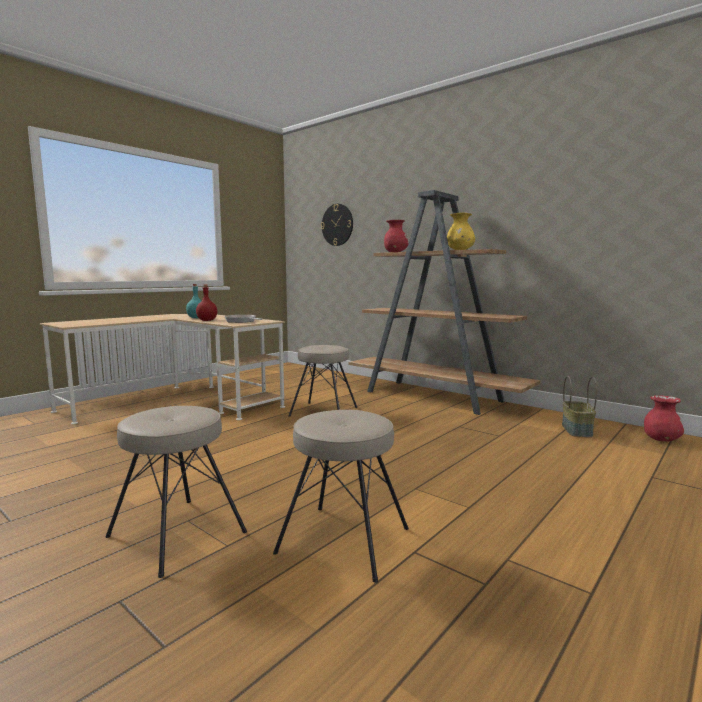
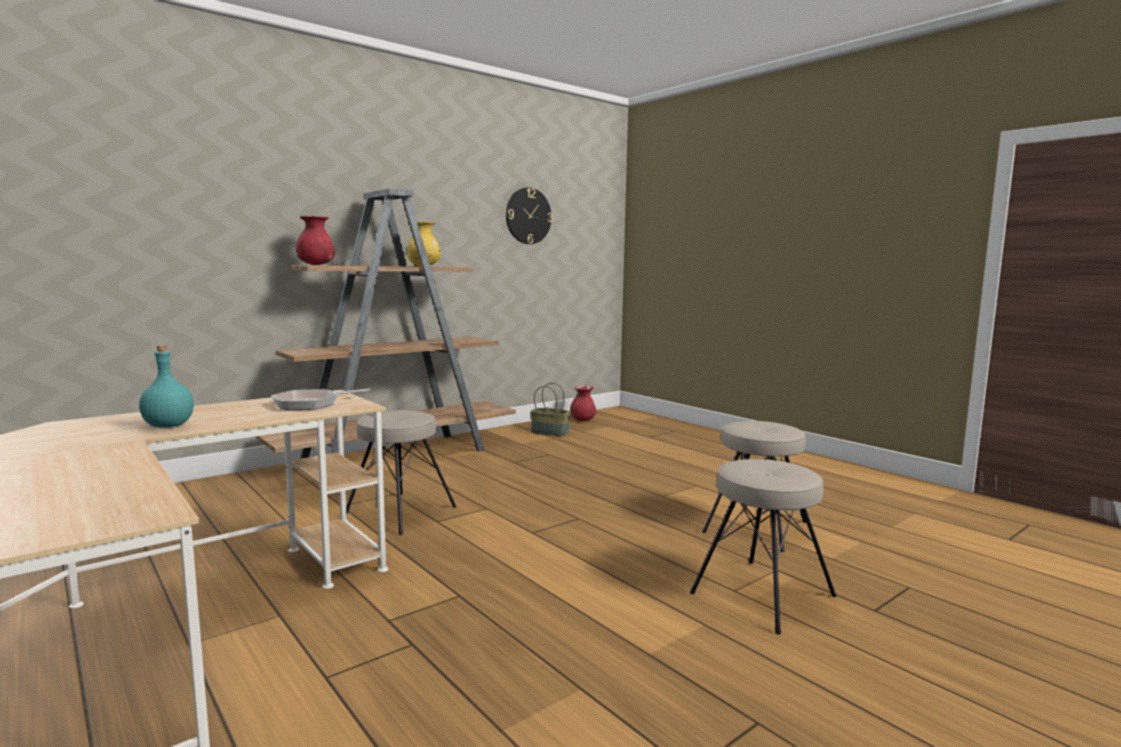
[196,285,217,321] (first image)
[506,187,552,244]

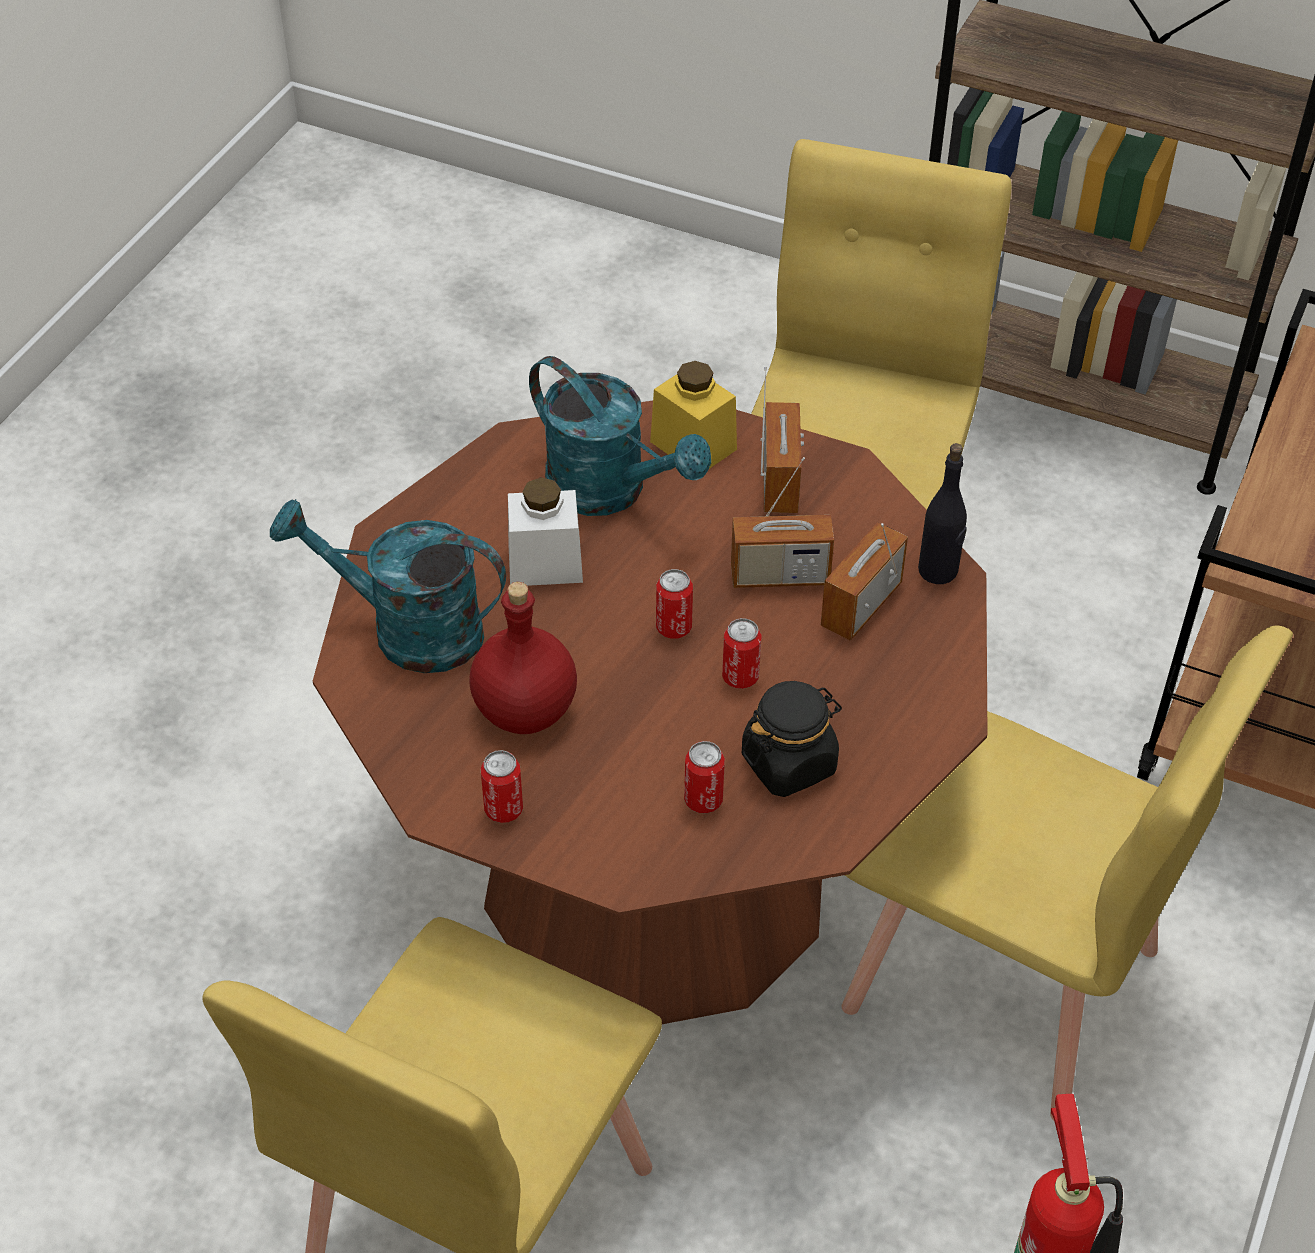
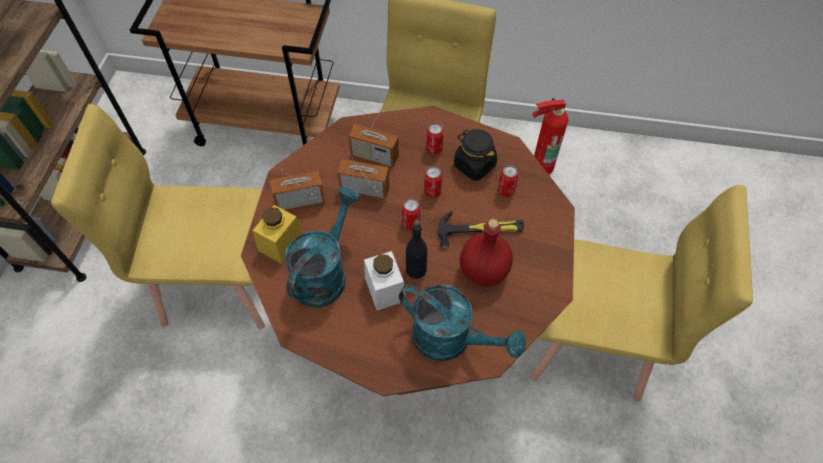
[399,284,526,361]
[426,123,444,155]
[338,153,390,199]
[406,220,427,279]
[438,211,524,249]

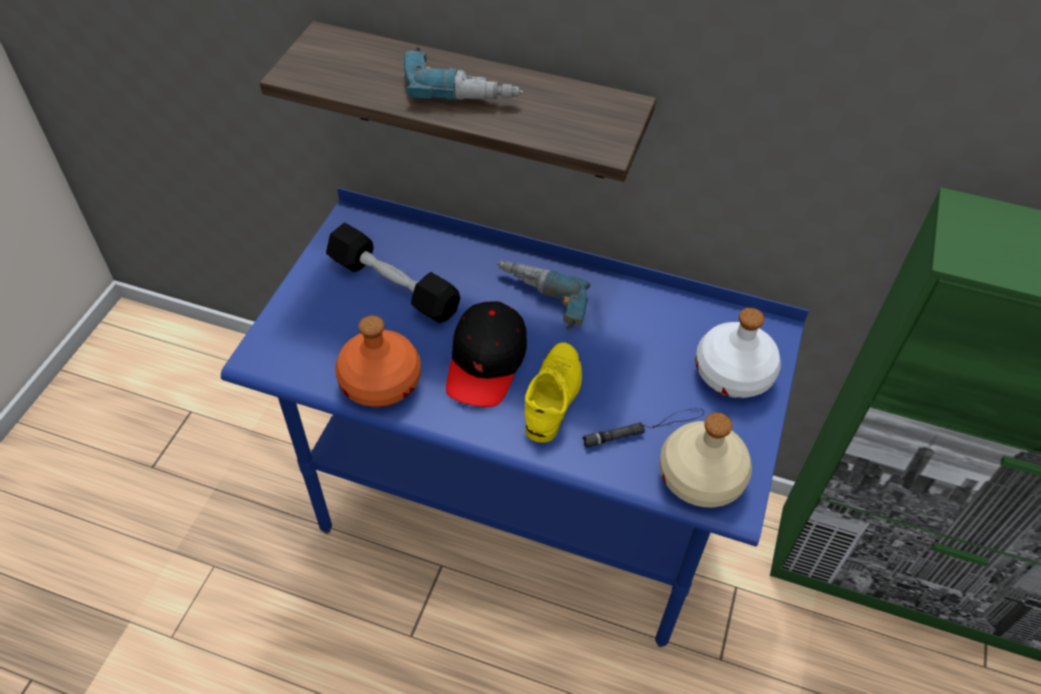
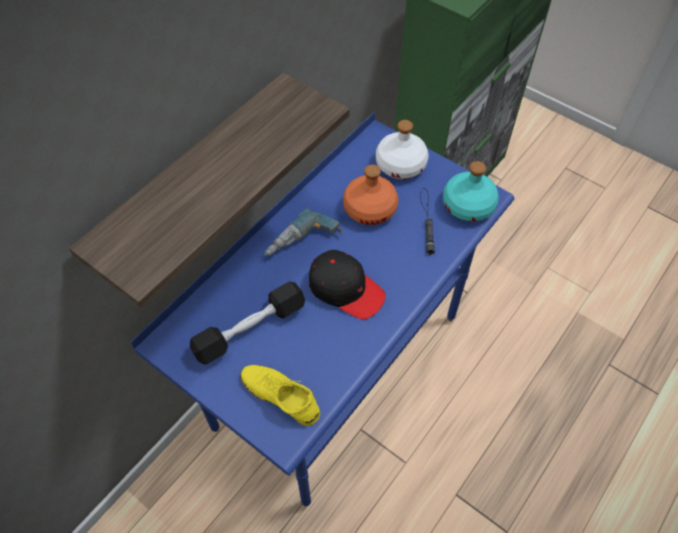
[343,164,398,225]
[404,47,523,101] (first image)
[240,365,320,426]
[443,161,499,222]

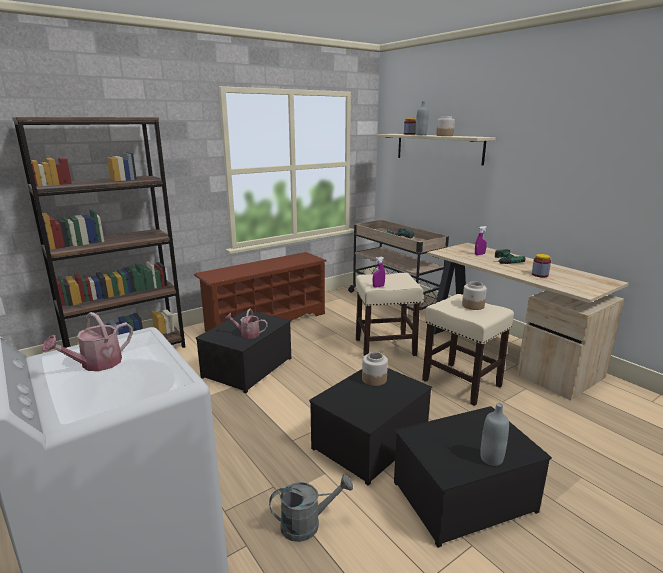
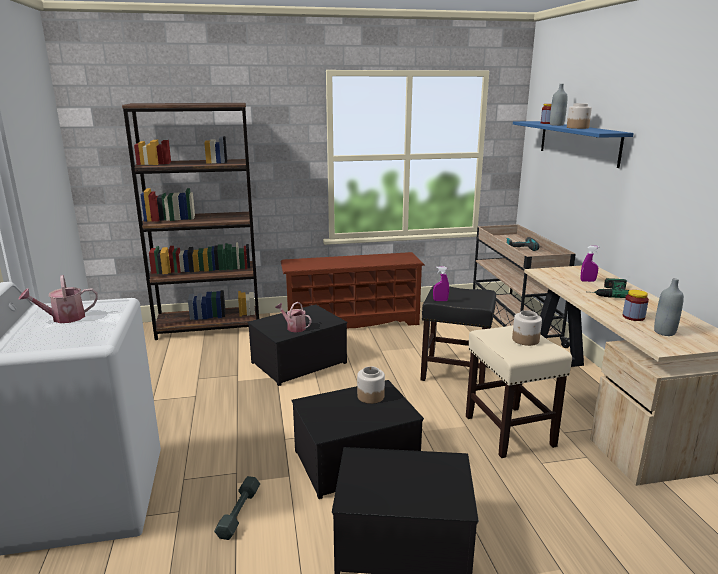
[214,476,260,540]
[421,286,496,390]
[513,121,634,168]
[654,278,684,336]

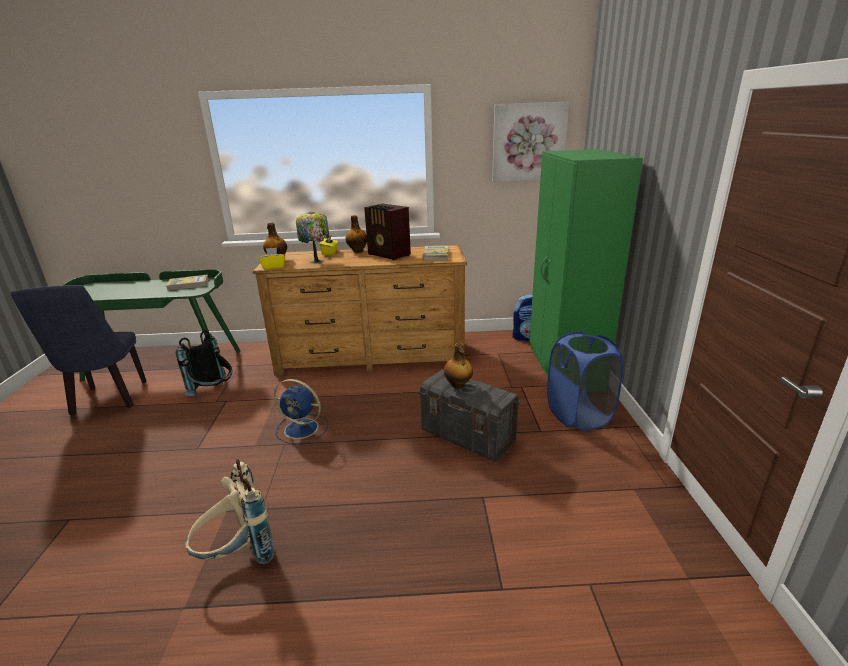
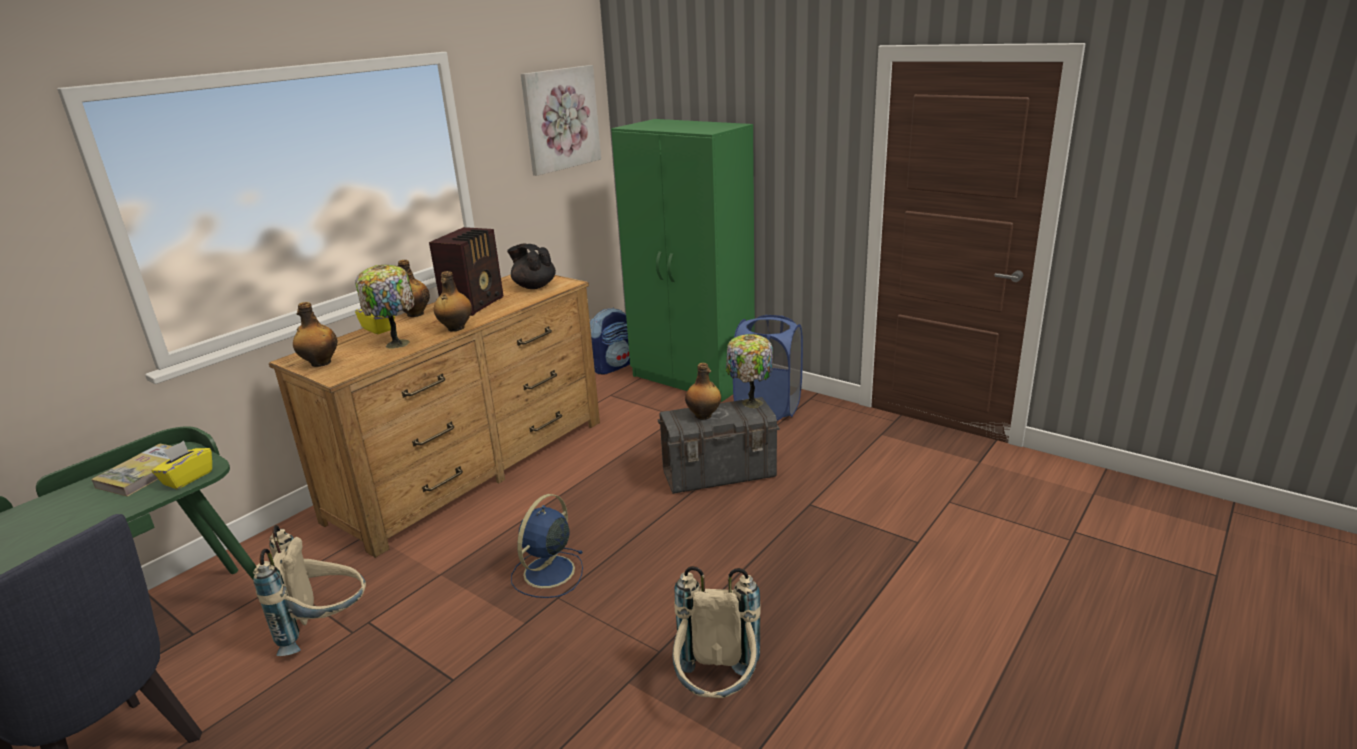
[253,525,366,656]
[151,441,212,489]
[511,494,583,598]
[429,227,503,316]
[507,243,556,289]
[434,271,472,332]
[726,334,773,408]

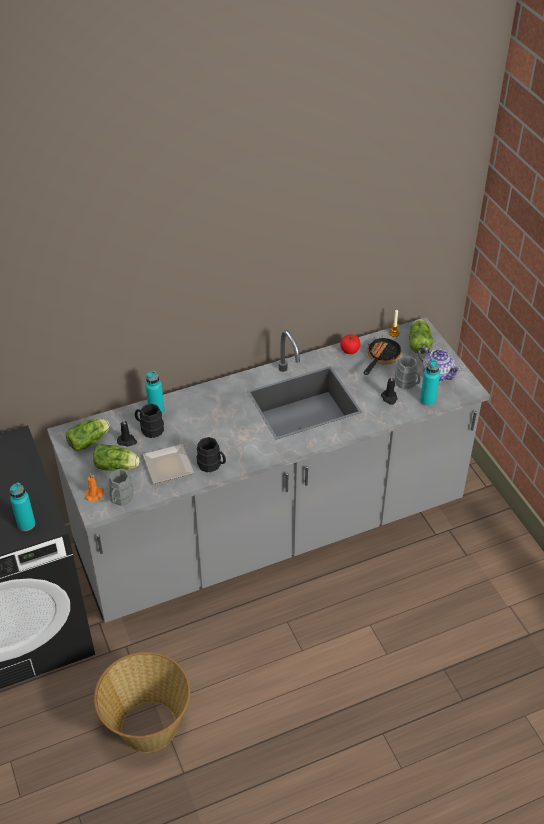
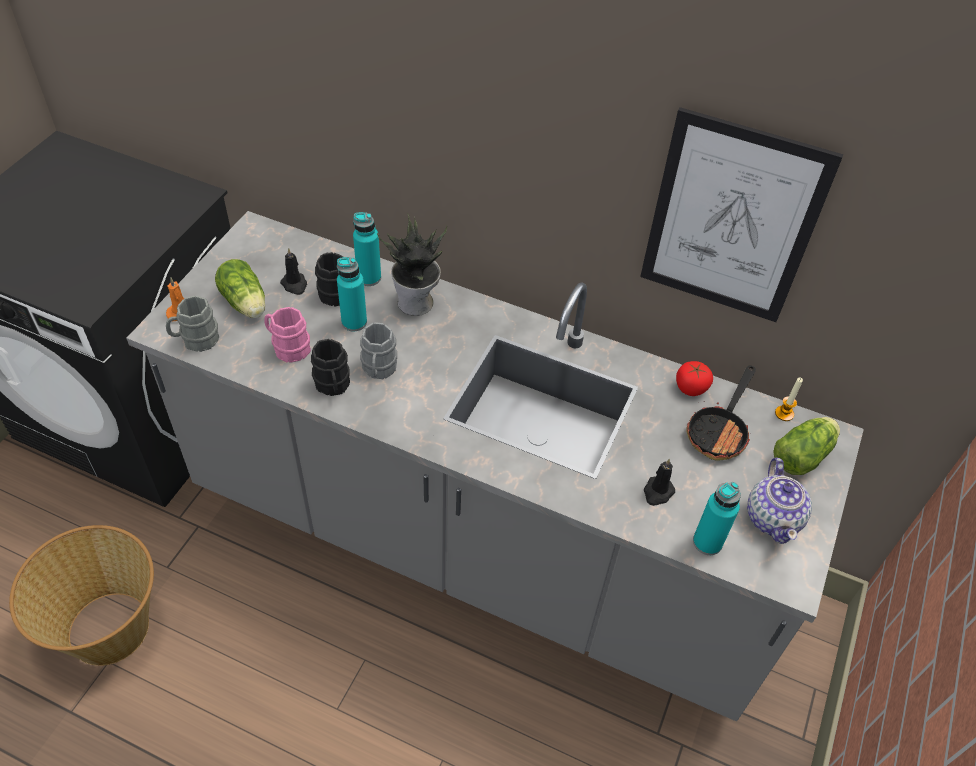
[337,257,367,332]
[66,419,110,451] (first image)
[264,307,311,363]
[686,365,756,461]
[360,322,397,379]
[377,214,447,316]
[640,107,843,322]

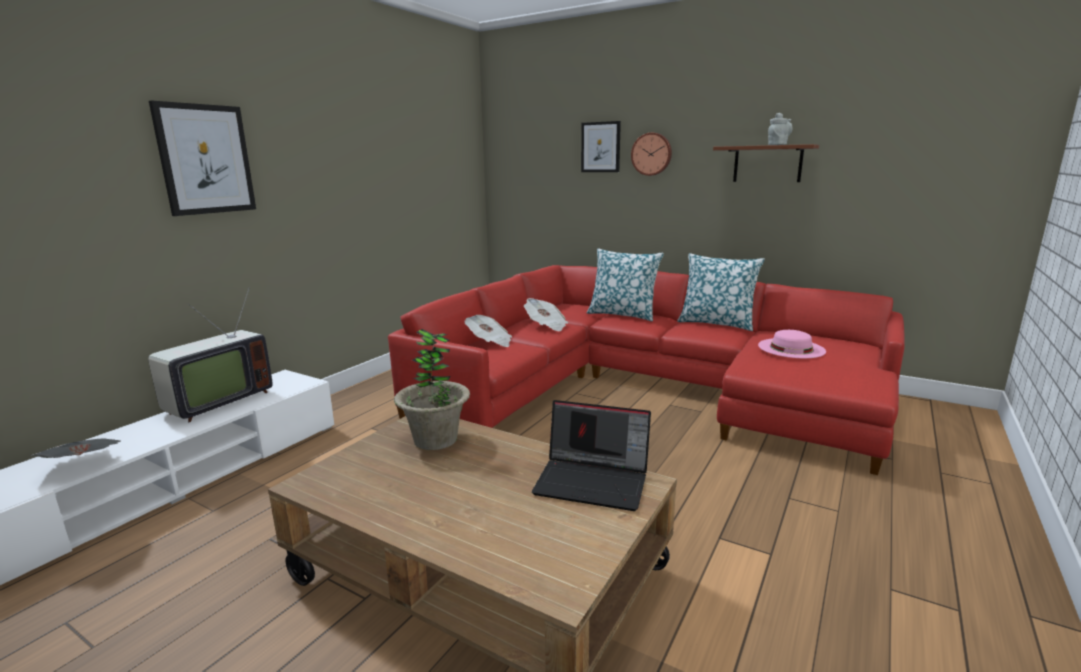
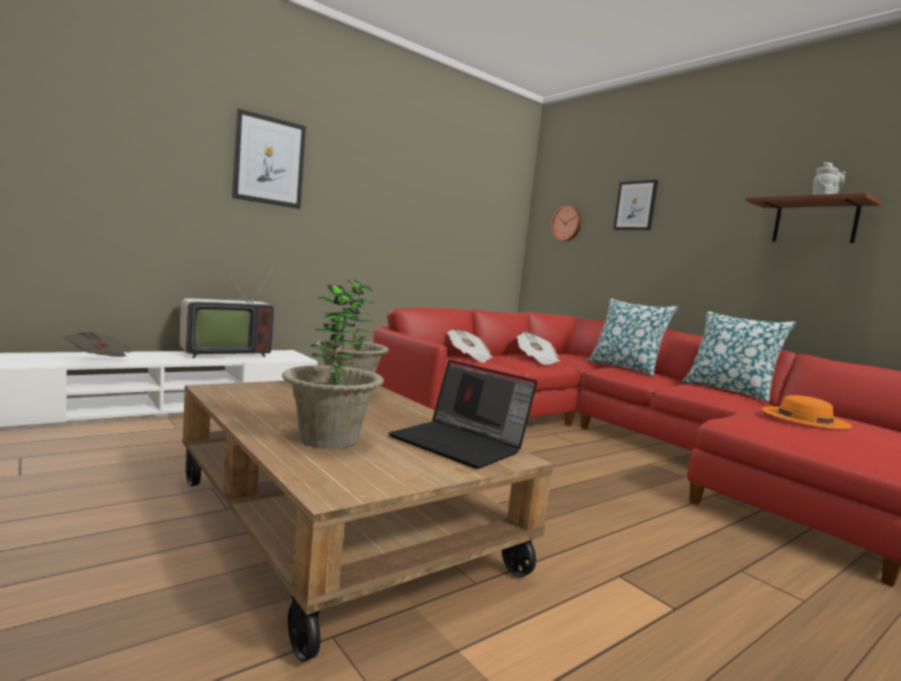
[551,206,581,241]
[762,395,852,429]
[282,285,384,449]

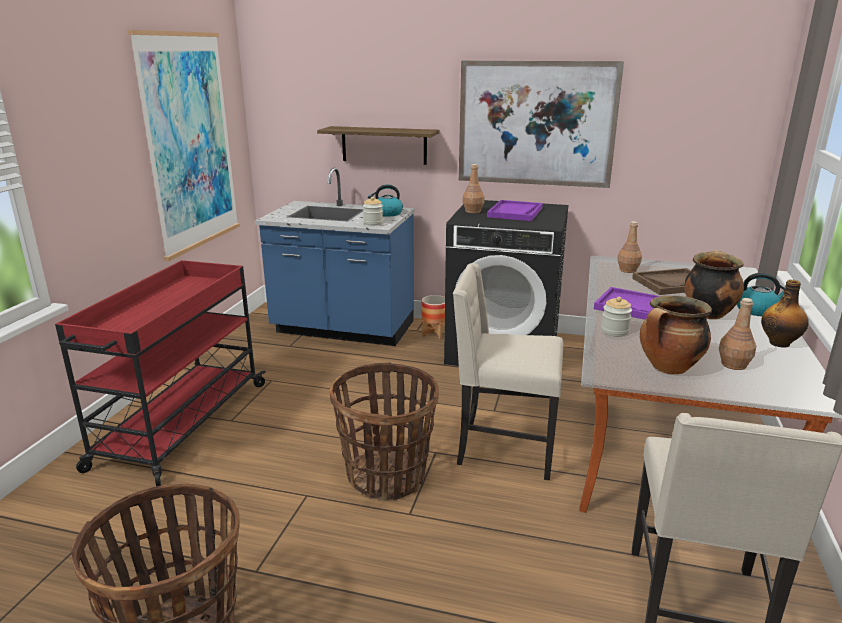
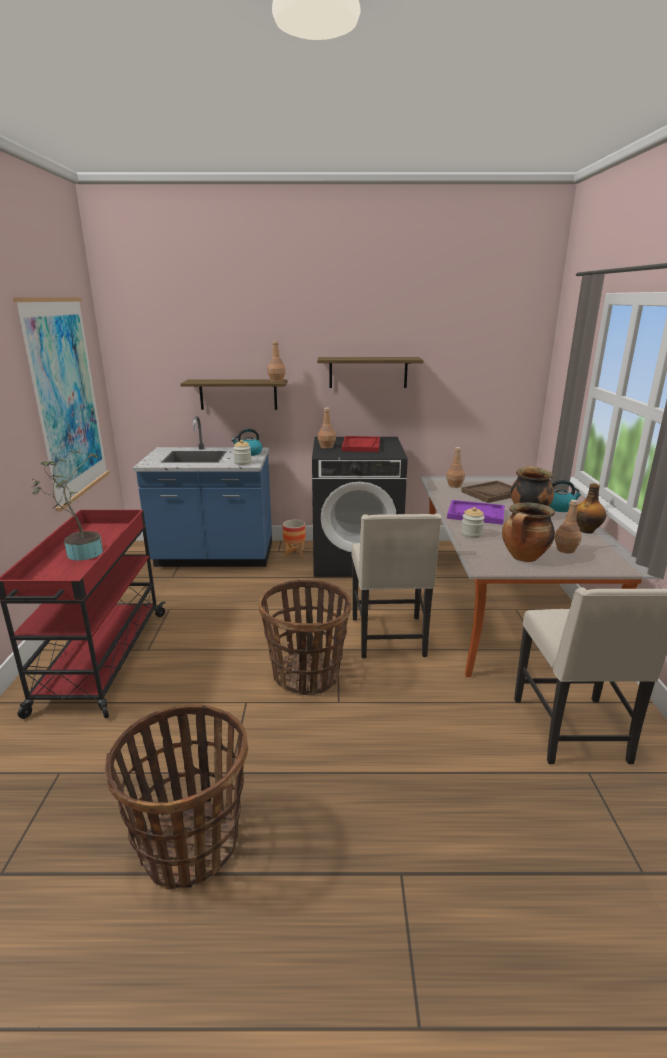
[352,513,442,659]
[317,357,424,388]
[342,436,380,452]
[32,451,103,561]
[268,341,286,382]

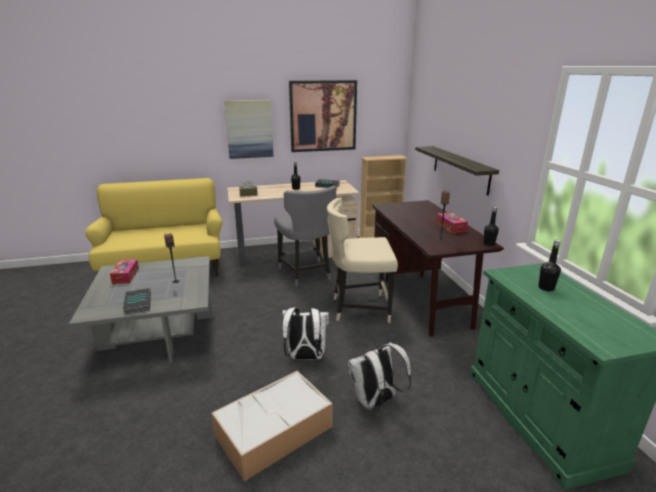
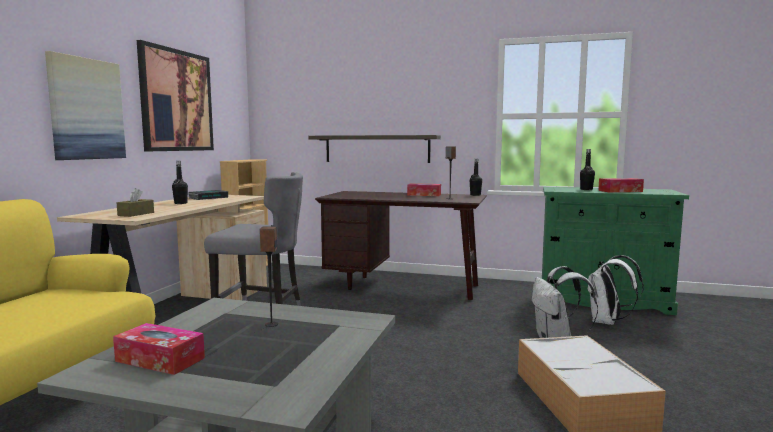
[123,288,151,314] (first image)
[587,255,644,325]
[327,198,398,323] (first image)
[598,178,644,193]

